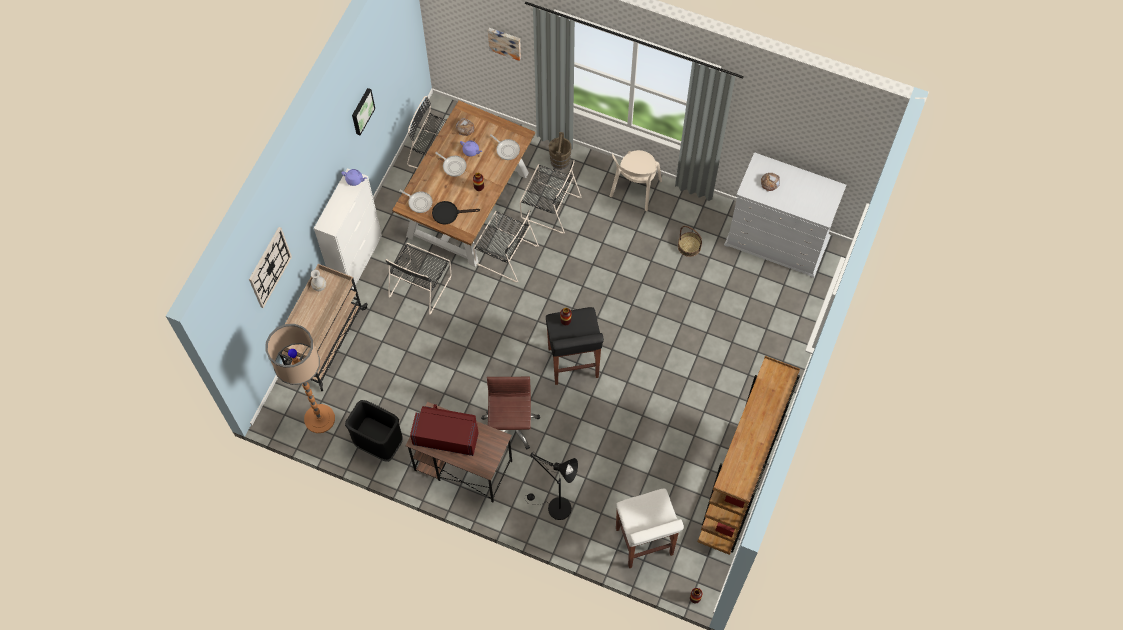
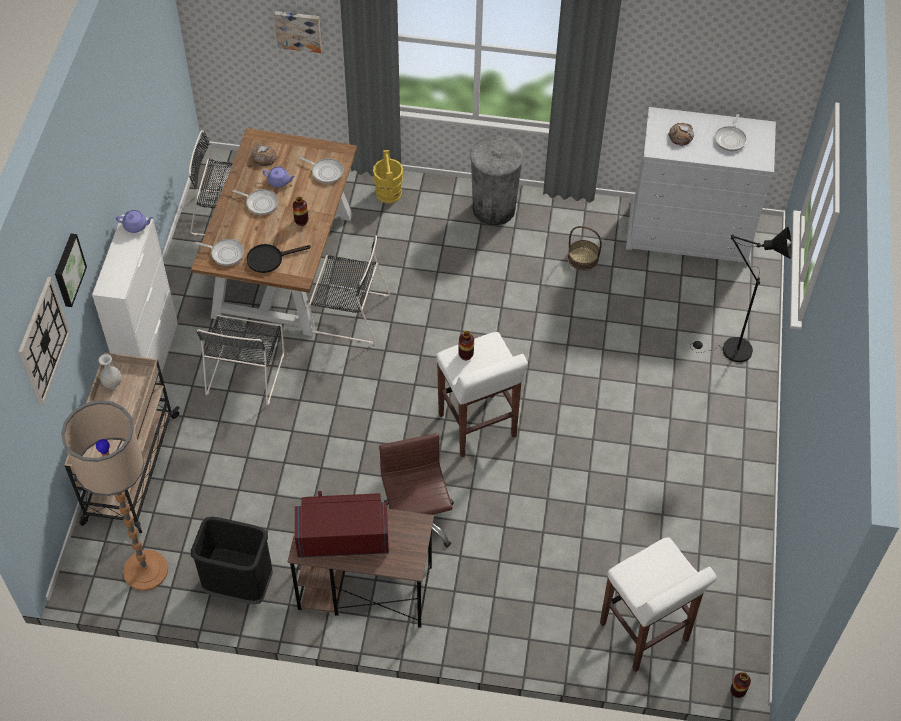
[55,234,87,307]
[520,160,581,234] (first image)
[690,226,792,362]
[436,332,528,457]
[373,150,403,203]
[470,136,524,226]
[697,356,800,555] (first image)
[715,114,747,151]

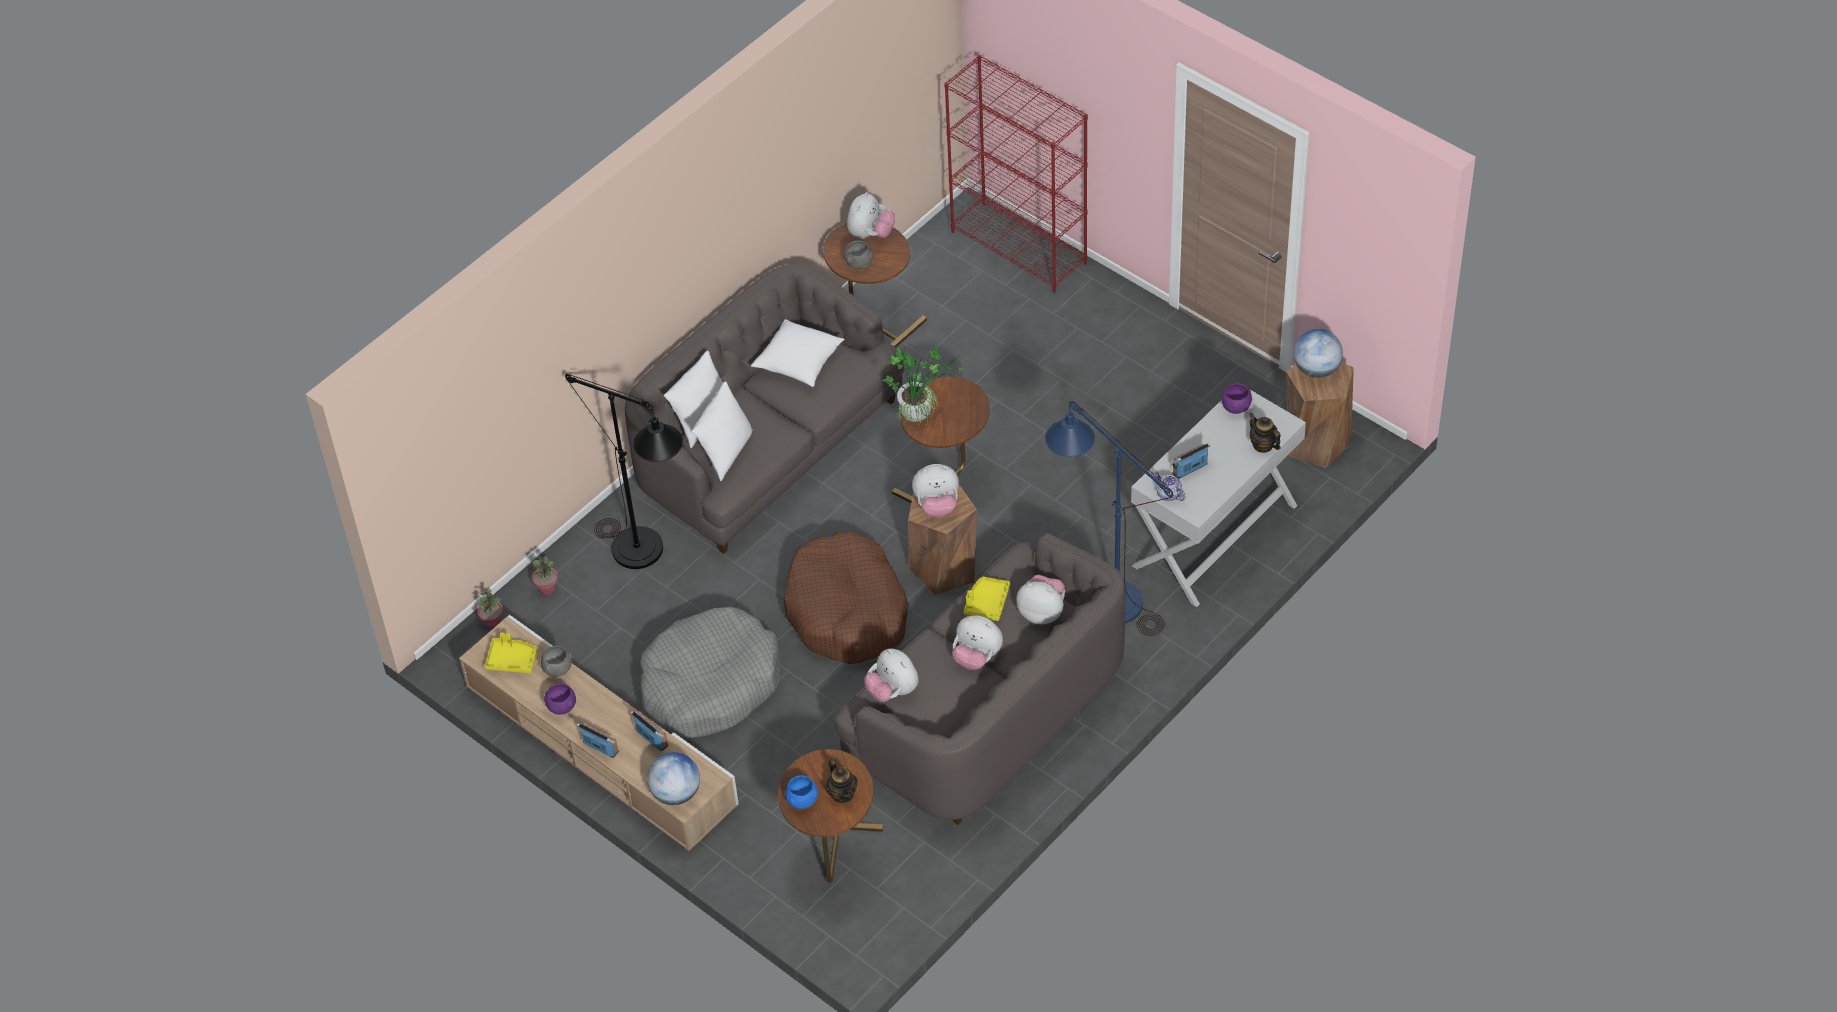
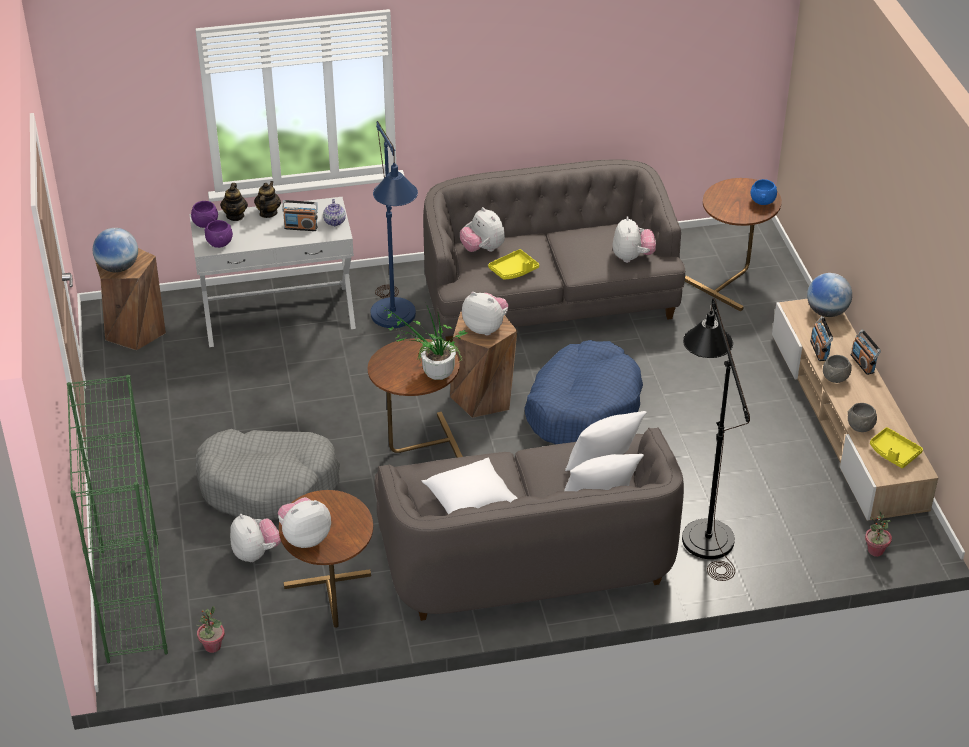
[197,606,225,653]
[191,201,218,228]
[196,429,340,520]
[525,340,643,444]
[254,181,281,218]
[823,355,852,383]
[67,375,168,663]
[230,514,281,562]

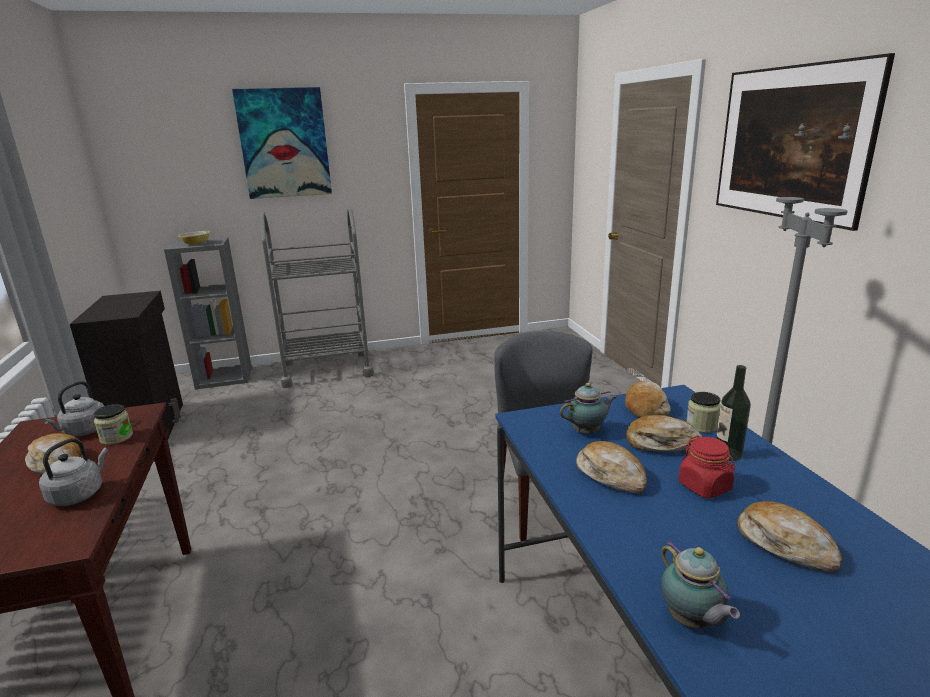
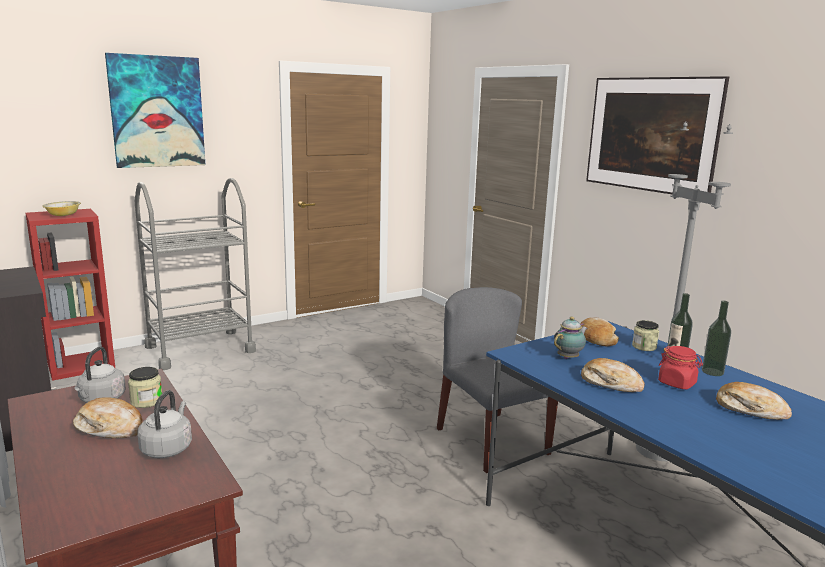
[26,209,115,381]
[626,415,702,452] (first image)
[661,541,740,628] (first image)
[702,301,731,376]

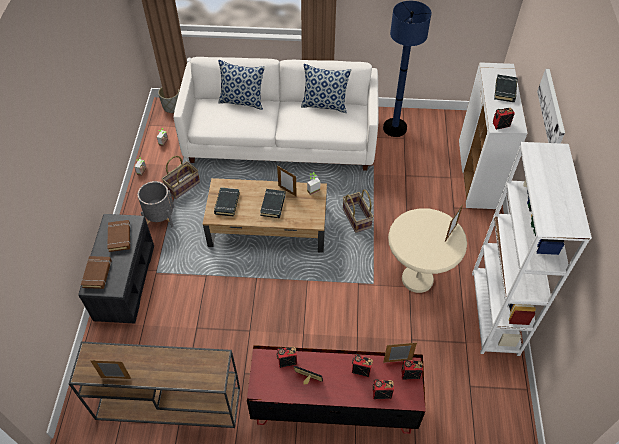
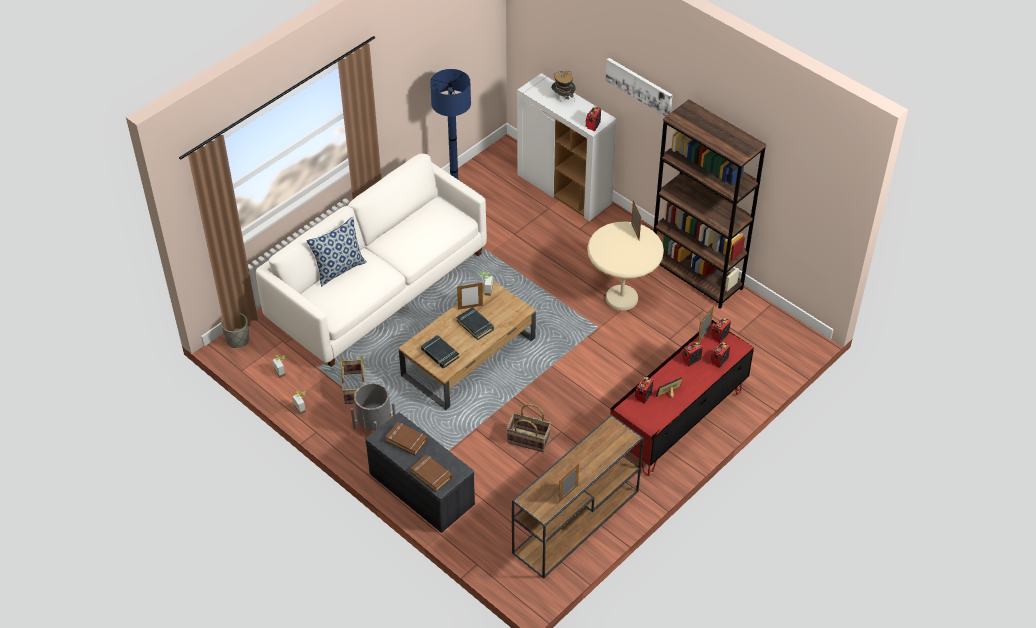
[301,64,351,113] (first image)
[506,404,551,452]
[654,99,767,309]
[551,70,576,100]

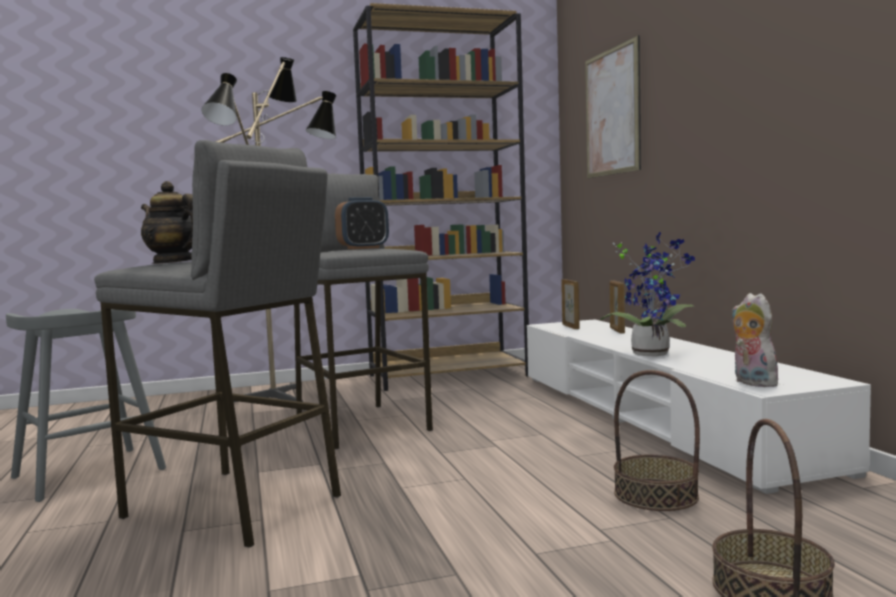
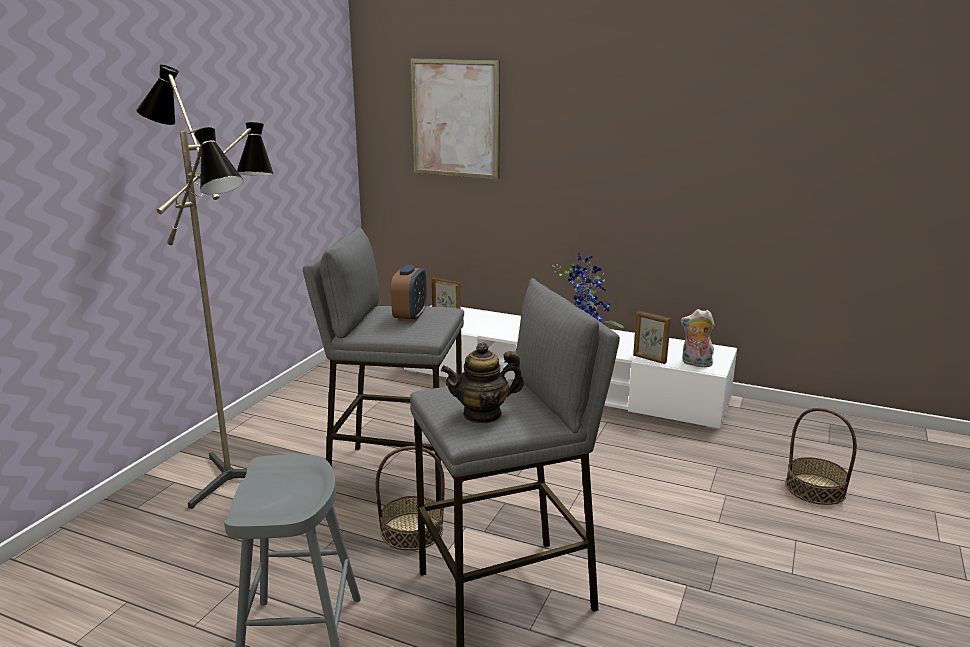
[353,3,529,391] (first image)
[633,311,671,364]
[376,446,445,551]

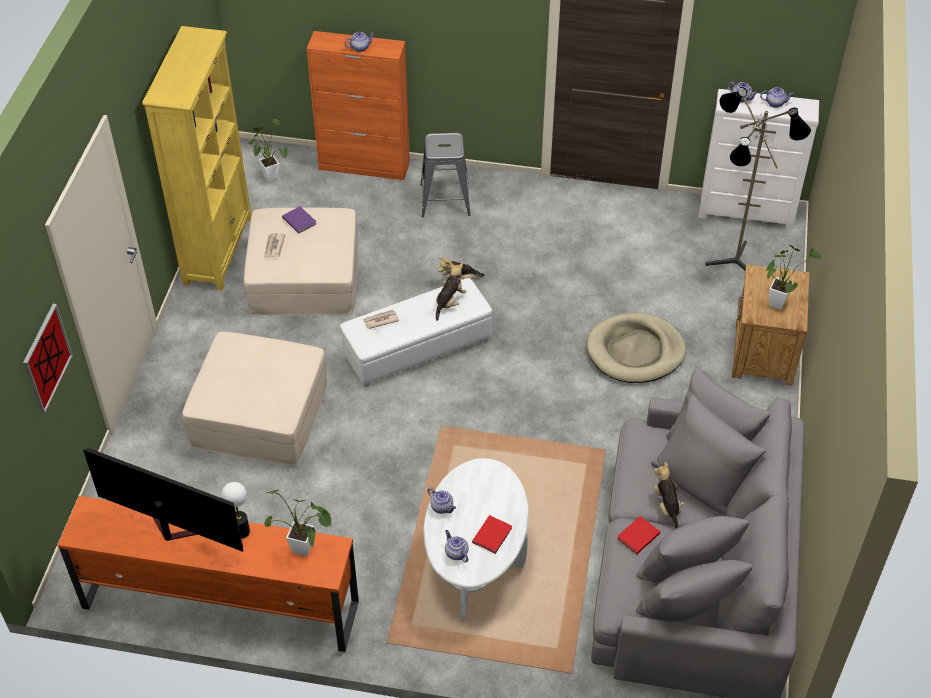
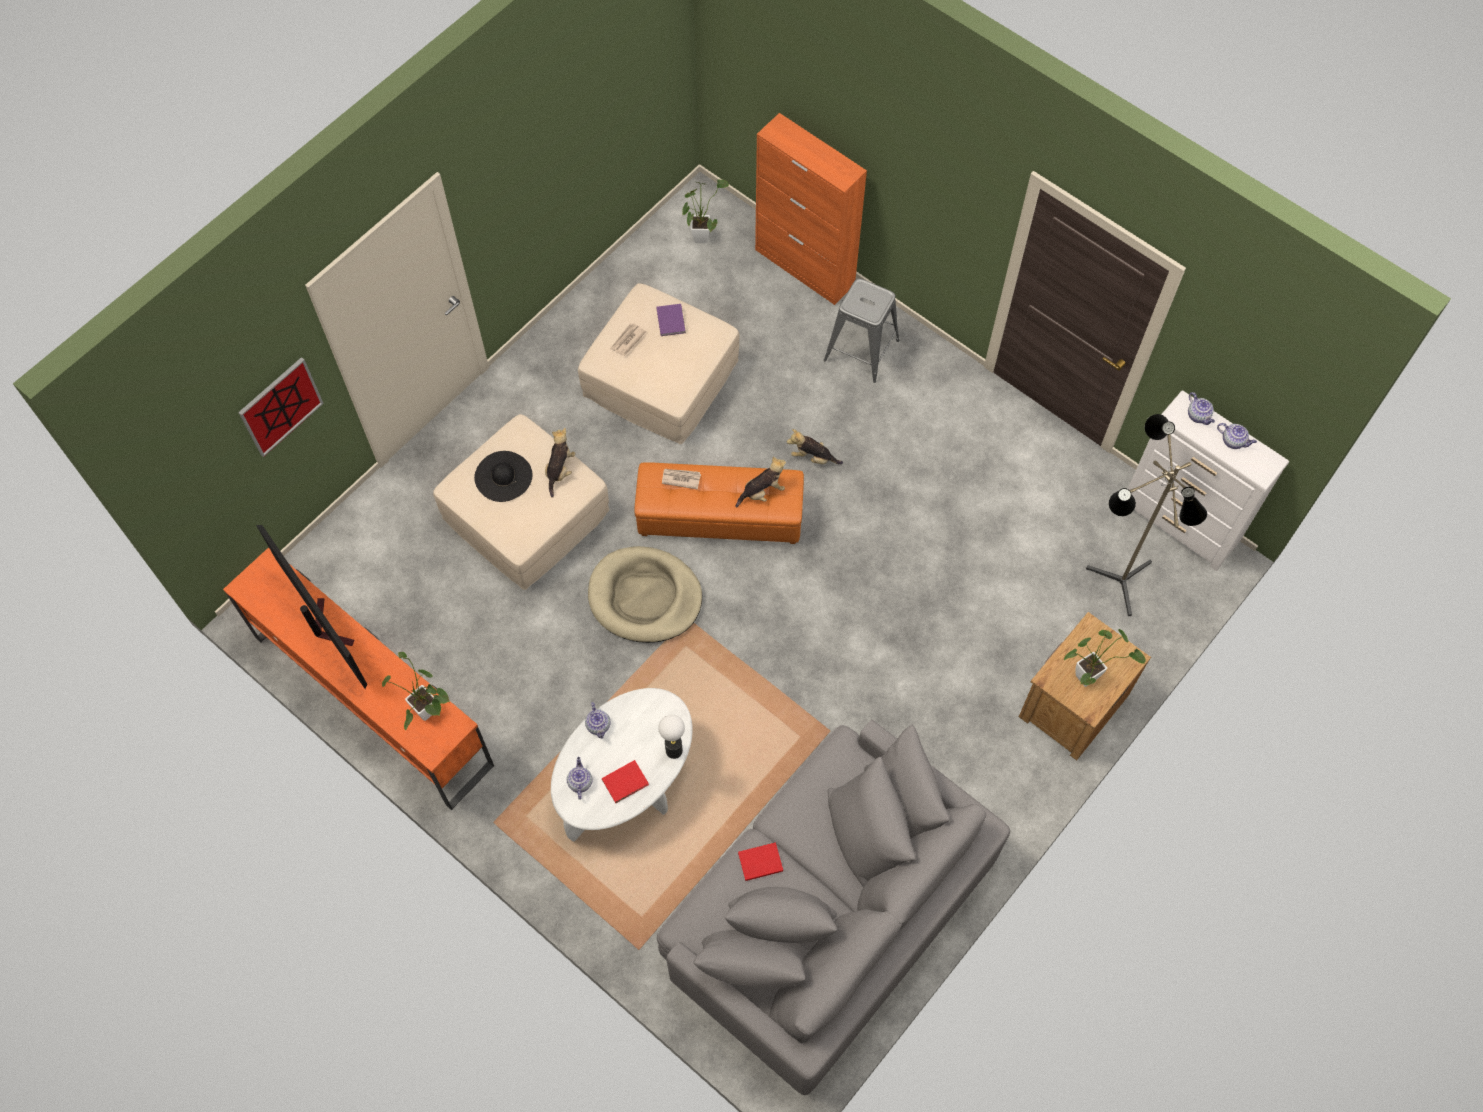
[142,26,252,291] (first image)
[658,714,685,759]
[634,462,804,544]
[344,32,374,52] (first image)
[588,546,702,643]
[545,428,576,497]
[474,451,532,502]

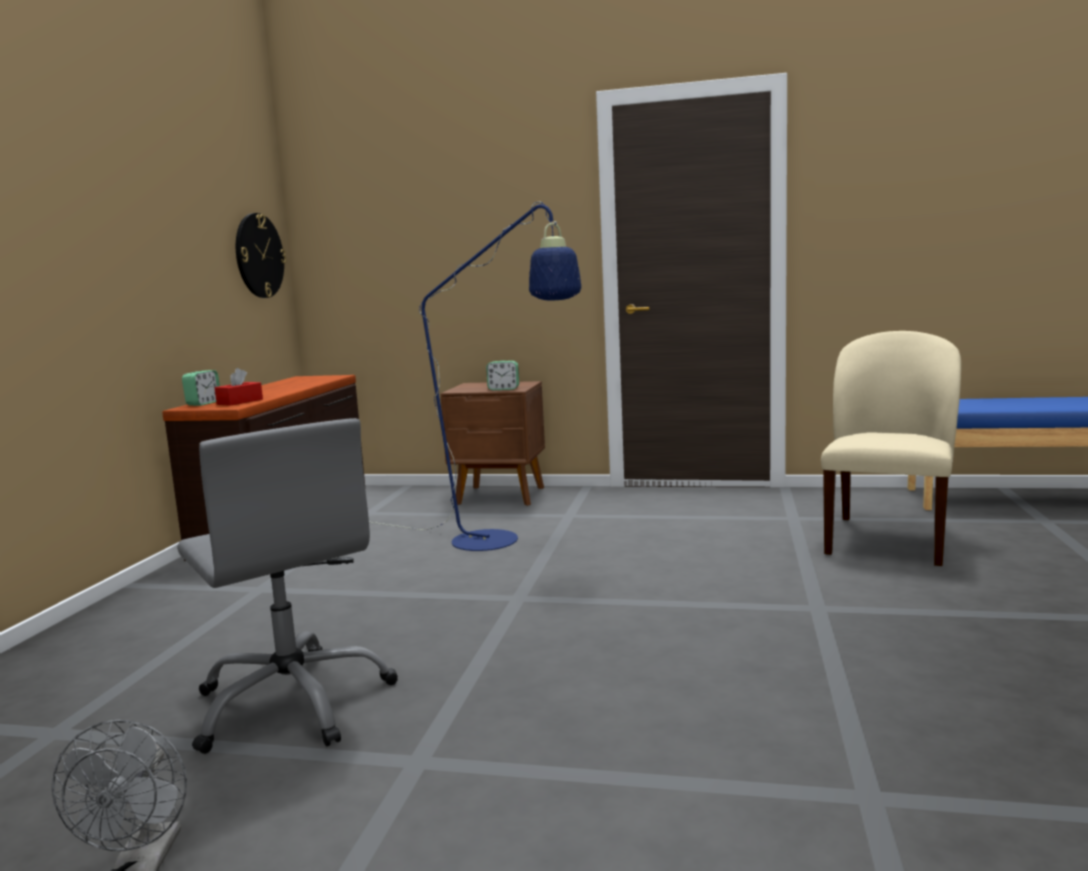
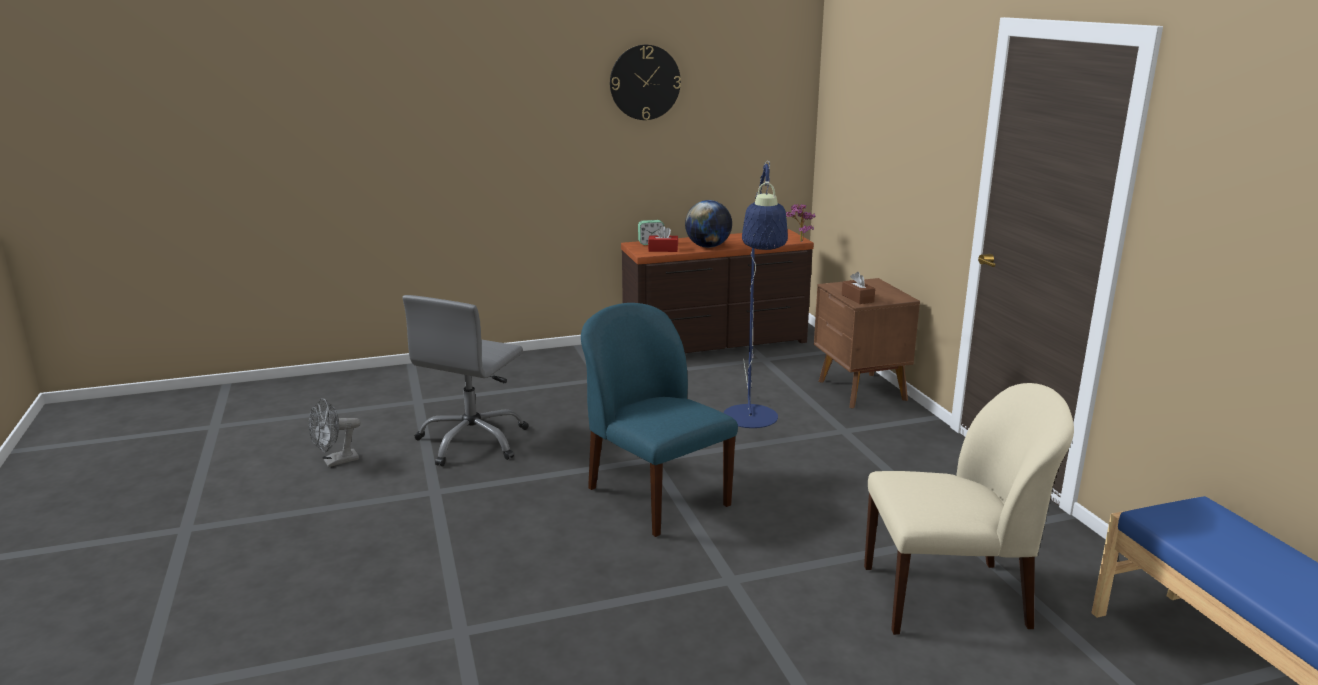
[610,45,681,120]
[842,272,875,304]
[581,303,738,537]
[685,200,732,248]
[786,204,815,242]

